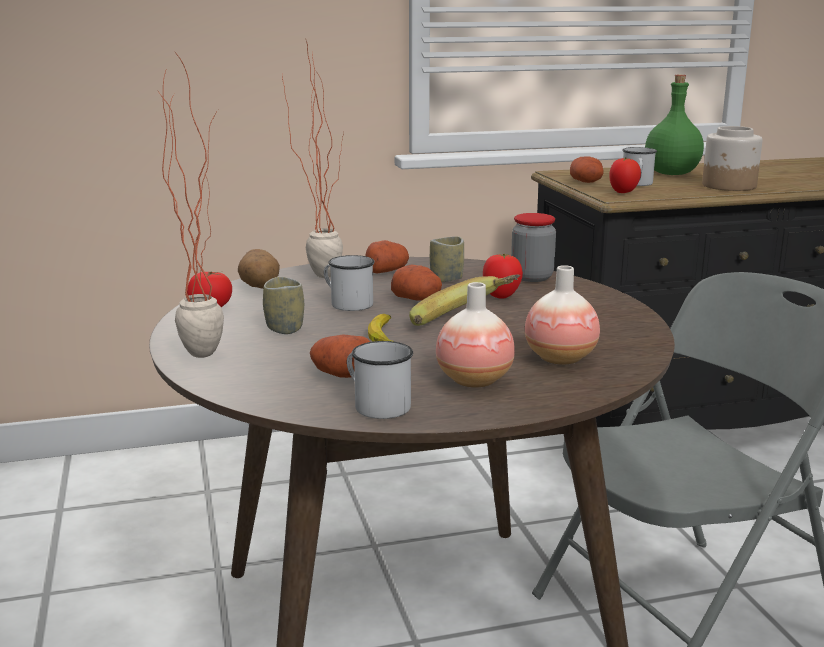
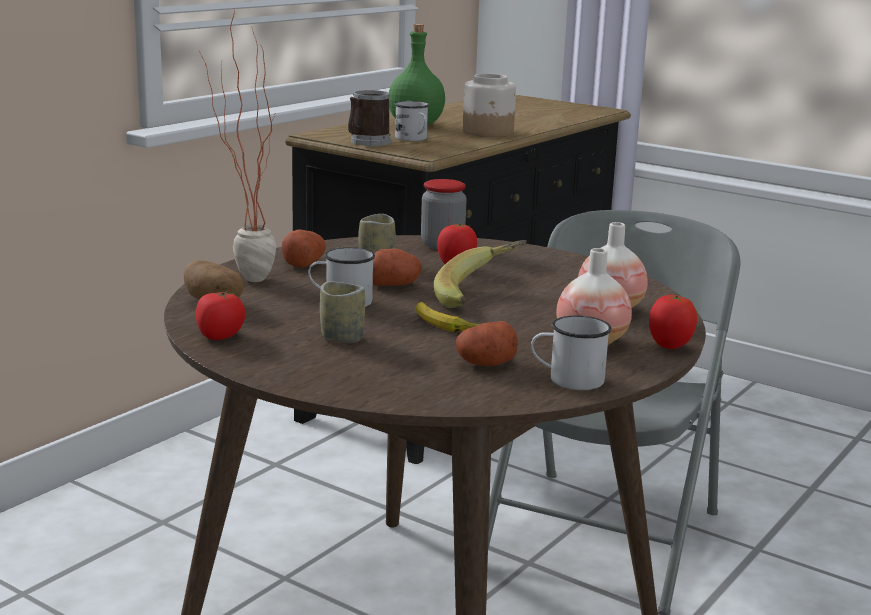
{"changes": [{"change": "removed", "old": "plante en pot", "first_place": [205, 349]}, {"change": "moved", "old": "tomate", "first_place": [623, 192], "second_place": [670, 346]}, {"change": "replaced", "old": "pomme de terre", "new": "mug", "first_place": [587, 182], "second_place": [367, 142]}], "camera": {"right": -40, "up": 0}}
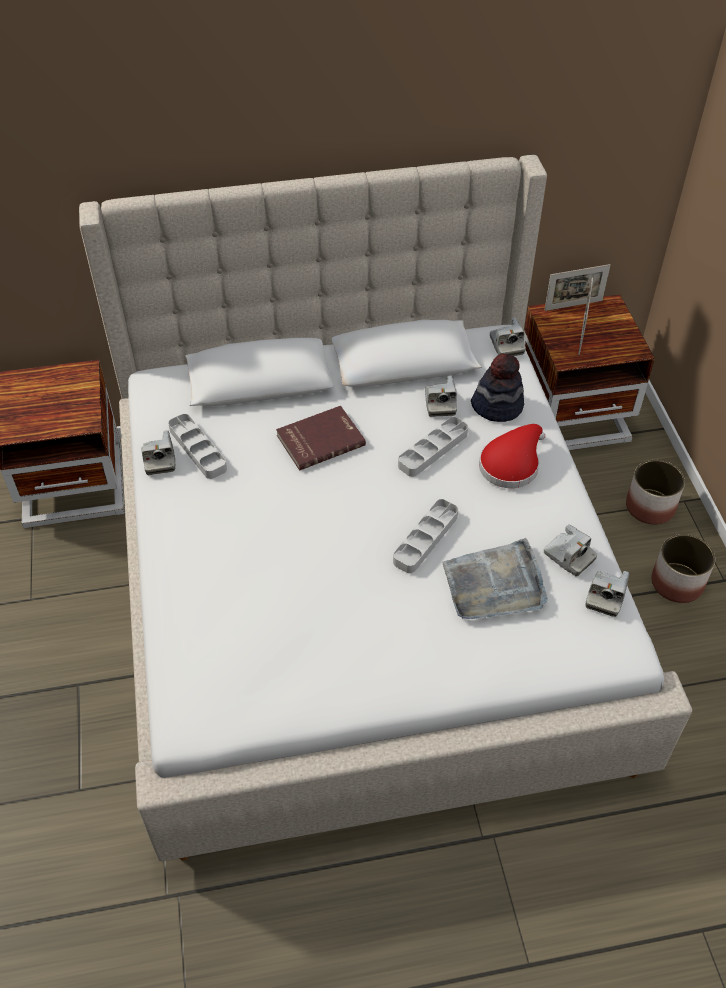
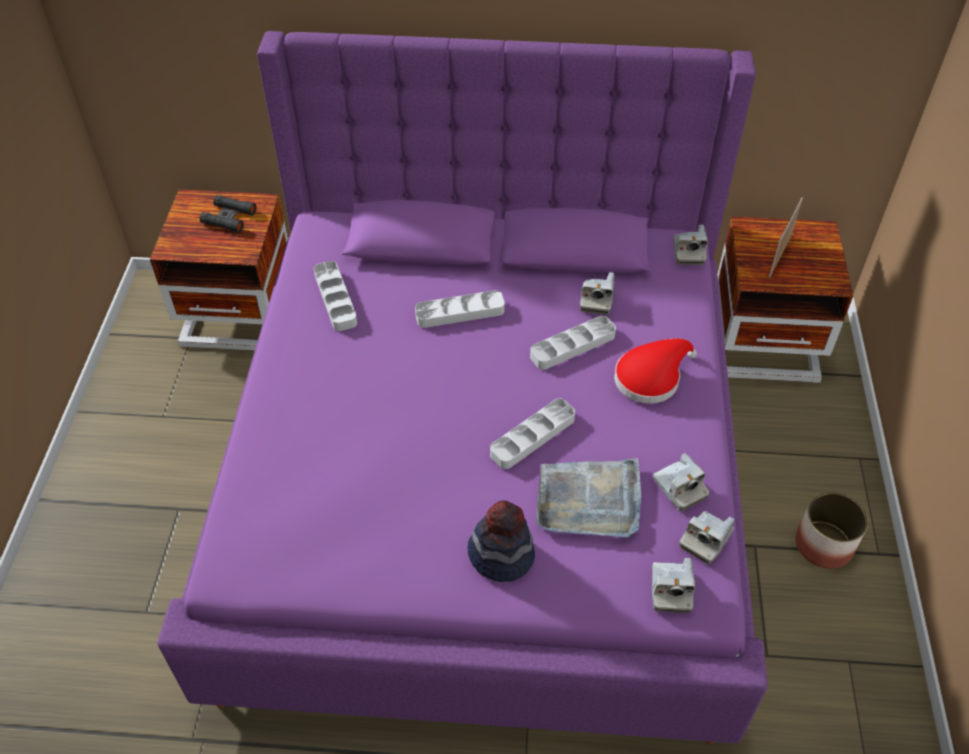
{"changes": [{"change": "removed", "old": "cadre photo", "first_place": [573, 305]}, {"change": "removed", "old": "cache-pot", "first_place": [649, 507]}, {"change": "added", "new": "jumelles (noir)", "second_place": [229, 218]}, {"change": "moved", "old": "appareil photo", "first_place": [159, 459], "second_place": [670, 590]}, {"change": "moved", "old": "chapeau", "first_place": [497, 406], "second_place": [501, 555]}, {"change": "replaced", "old": "livre (rouge)", "new": "plateau (gris)", "first_place": [320, 439], "second_place": [460, 313]}, {"change": "recoloured", "old": "lit (beige)", "new": "lit (violet)", "first_place": [364, 591], "second_place": [486, 479]}], "camera": {"right": 15, "up": 0}}
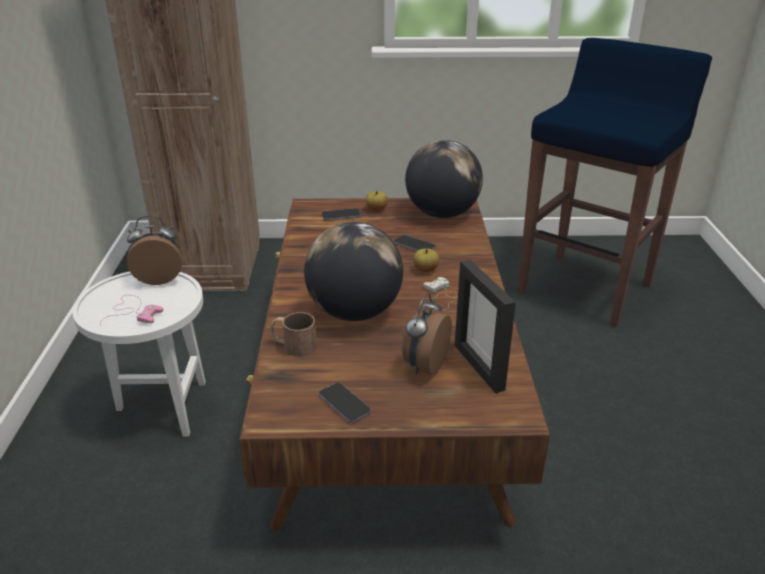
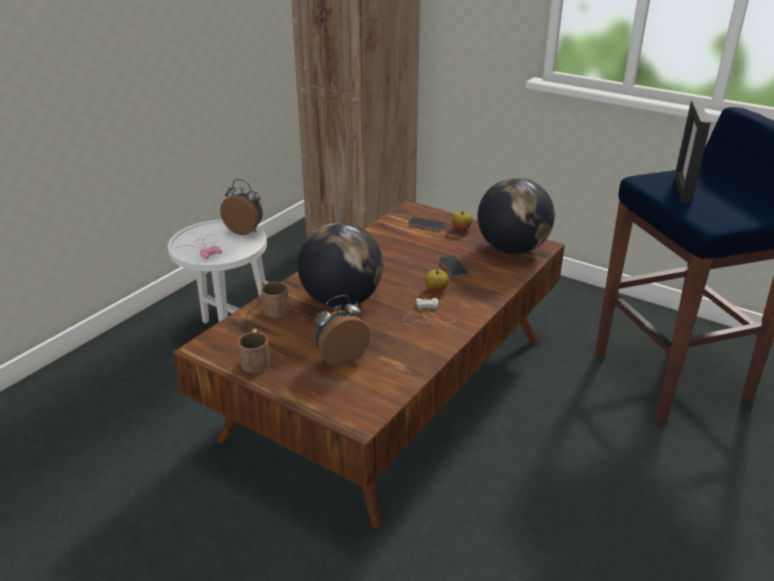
{"changes": [{"change": "moved", "old": "cadre photo", "first_place": [480, 366], "second_place": [684, 189]}, {"change": "replaced", "old": "téléphone", "new": "mug (marron)", "first_place": [344, 404], "second_place": [256, 359]}], "camera": {"right": 35, "up": 0}}
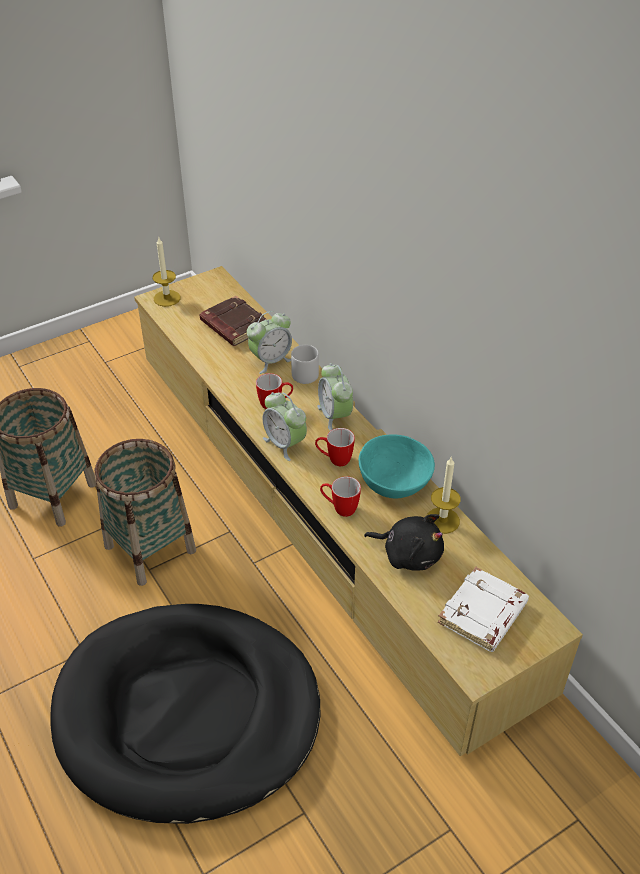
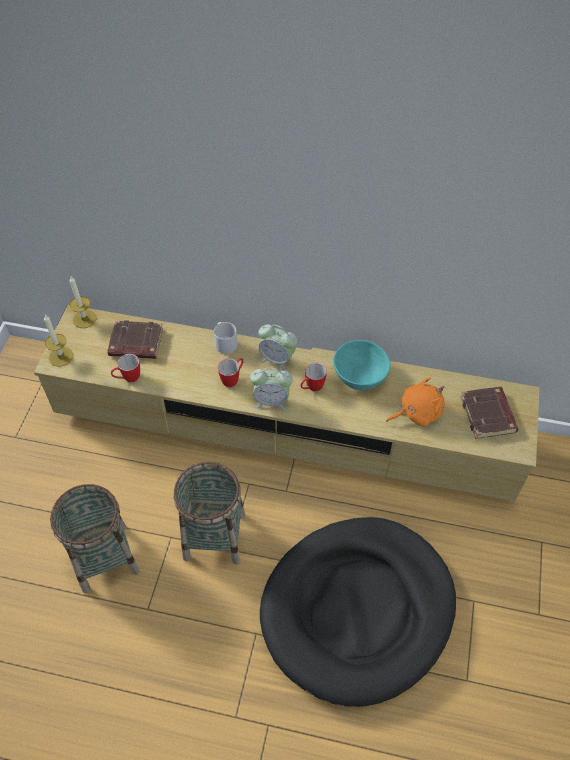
{"changes": [{"change": "removed", "old": "réveil", "first_place": [271, 360]}, {"change": "moved", "old": "mug", "first_place": [339, 508], "second_place": [128, 378]}, {"change": "moved", "old": "bougie", "first_place": [442, 520], "second_place": [84, 319]}, {"change": "recoloured", "old": "peluche (noir)", "new": "peluche (orange)", "first_place": [409, 554], "second_place": [417, 412]}, {"change": "recoloured", "old": "livre (blanc)", "new": "livre (marron)", "first_place": [483, 614], "second_place": [488, 415]}], "camera": {"right": -45, "up": 10}}
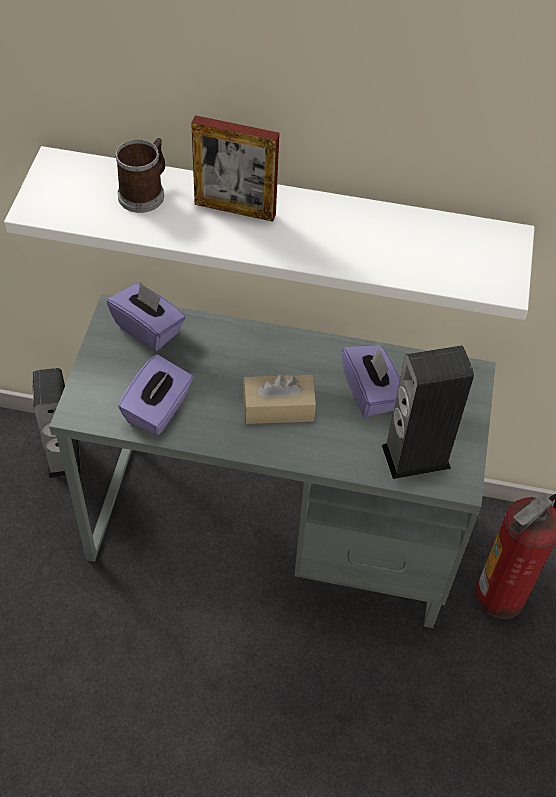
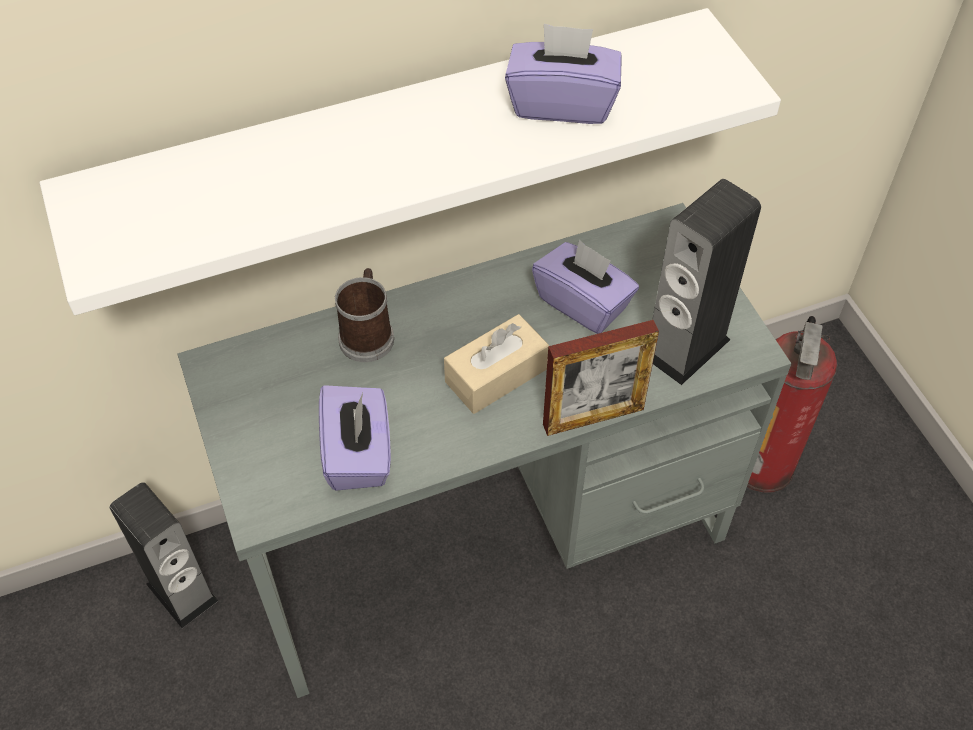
{"changes": [{"change": "moved", "old": "boîte à mouchoirs (violet)", "first_place": [148, 328], "second_place": [562, 103]}, {"change": "moved", "old": "mug", "first_place": [145, 193], "second_place": [367, 334]}, {"change": "moved", "old": "cadre photo", "first_place": [235, 209], "second_place": [593, 417]}], "camera": {"right": -30, "up": 0}}
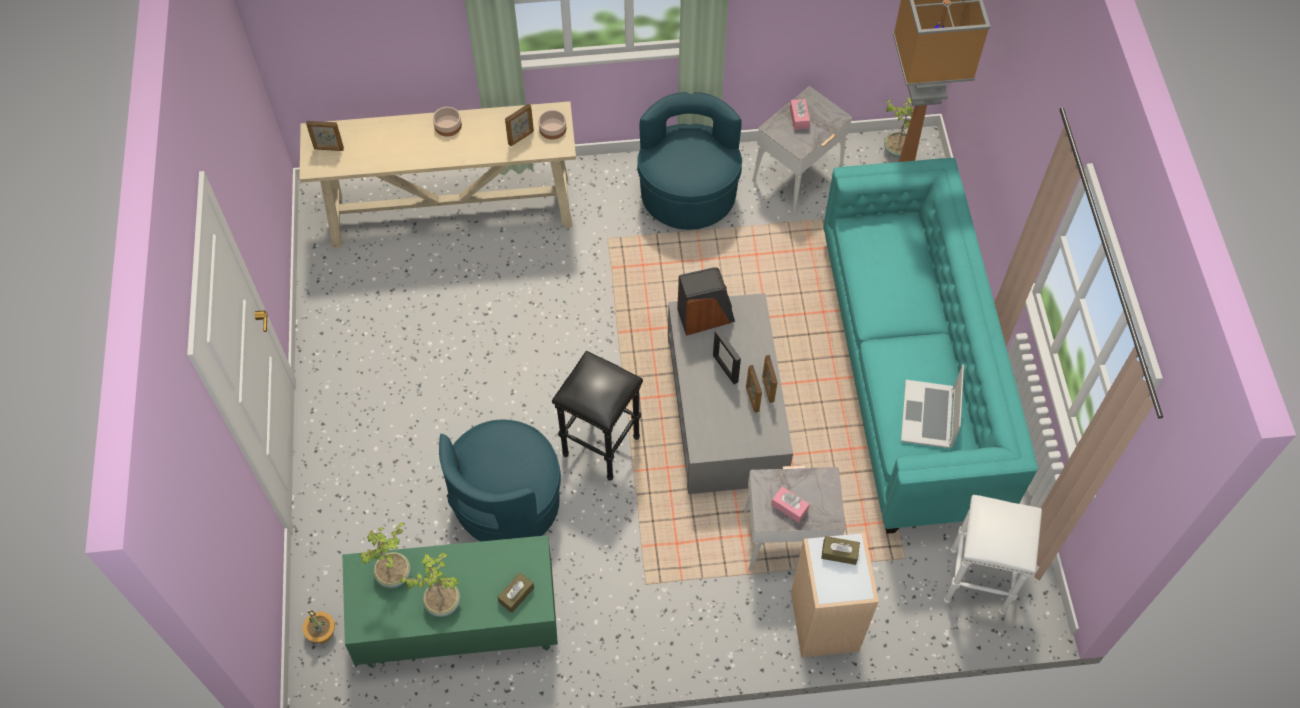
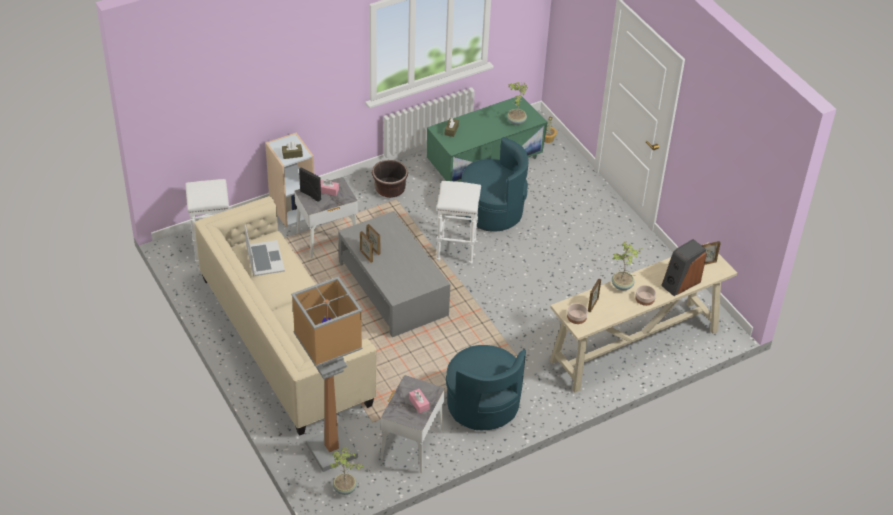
{"changes": [{"change": "added", "new": "cache-pot (marron)", "second_place": [389, 189]}, {"change": "moved", "old": "plante en pot", "first_place": [442, 602], "second_place": [622, 286]}, {"change": "moved", "old": "enceinte", "first_place": [705, 316], "second_place": [680, 283]}, {"change": "moved", "old": "cadre photo", "first_place": [726, 368], "second_place": [310, 195]}, {"change": "recoloured", "old": "tabouret (noir)", "new": "tabouret (blanc)", "first_place": [599, 446], "second_place": [457, 249]}, {"change": "recoloured", "old": "canapé (turquoise)", "new": "canapé (beige)", "first_place": [909, 373], "second_place": [285, 340]}, {"change": "turned", "old": "fauteuil (turquoise)", "first_place": [507, 501], "second_place": [492, 211], "degrees": 75}], "camera": {"right": 155, "up": -15}}
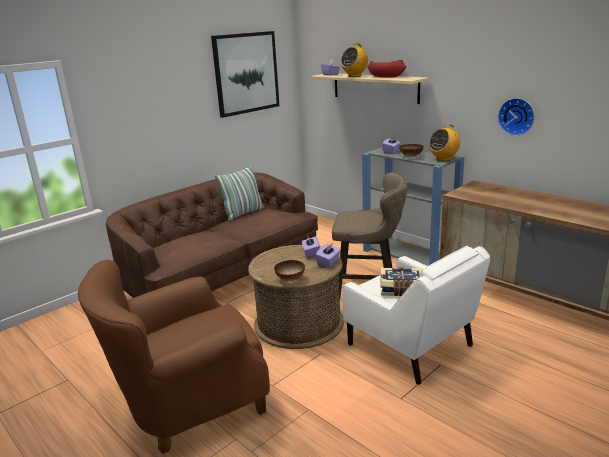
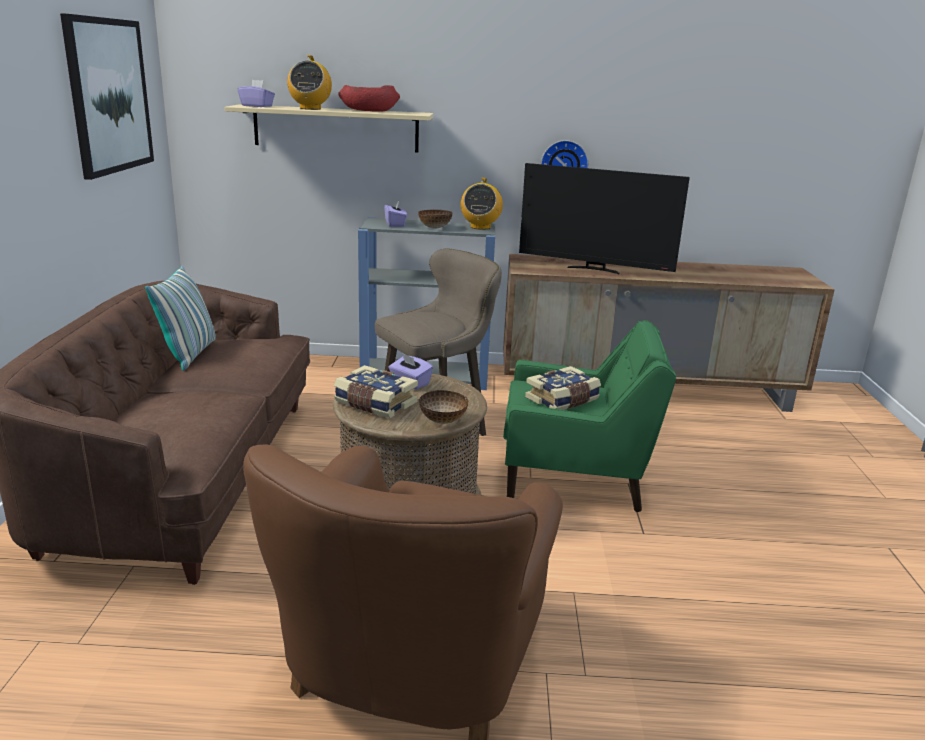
{"changes": [{"change": "removed", "old": "boîte à mouchoirs (violet)", "first_place": [328, 262]}, {"change": "added", "new": "livre", "second_place": [375, 404]}, {"change": "added", "new": "téléviseur", "second_place": [594, 269]}, {"change": "recoloured", "old": "fauteuil (blanc)", "new": "fauteuil (vert)", "first_place": [411, 346], "second_place": [576, 476]}], "camera": {"right": -45, "up": 0}}
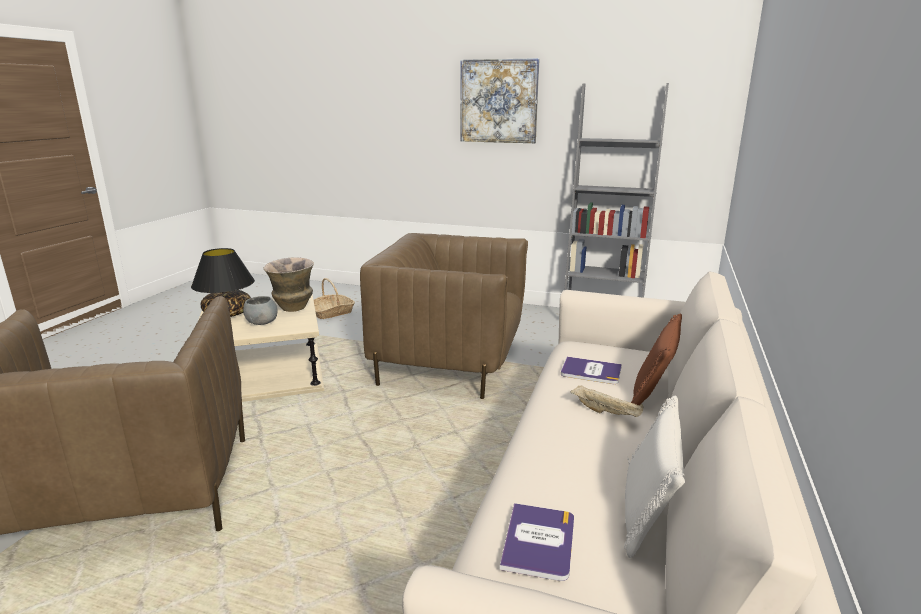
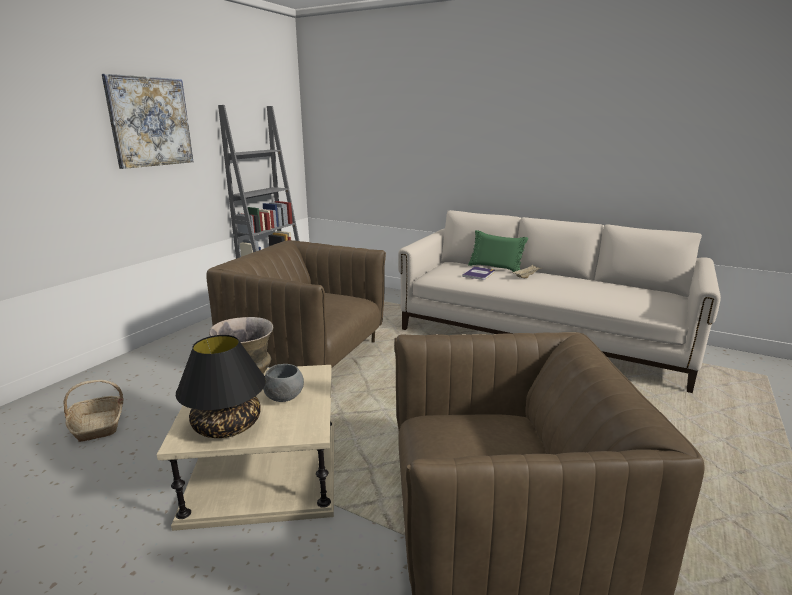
{"changes": [{"change": "removed", "old": "livre", "first_place": [539, 542]}, {"change": "removed", "old": "coussin (blanc)", "first_place": [647, 509]}, {"change": "recoloured", "old": "coussin (marron)", "new": "coussin (vert)", "first_place": [653, 389], "second_place": [495, 268]}, {"change": "turned", "old": "fauteuil (marron)", "first_place": [450, 361], "second_place": [307, 360], "degrees": 90}], "camera": {"right": -80, "up": 0}}
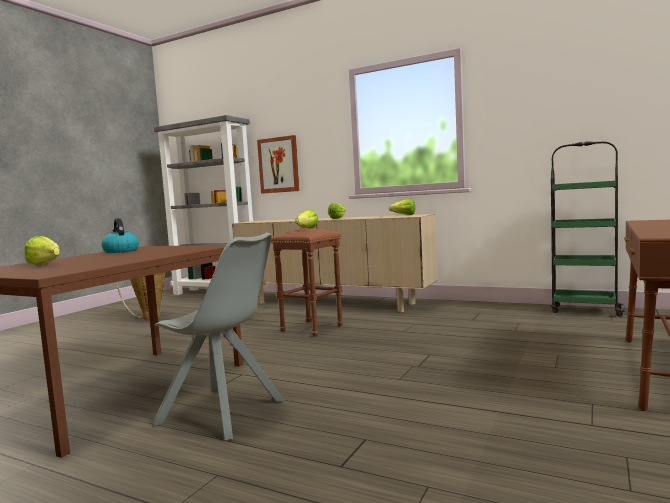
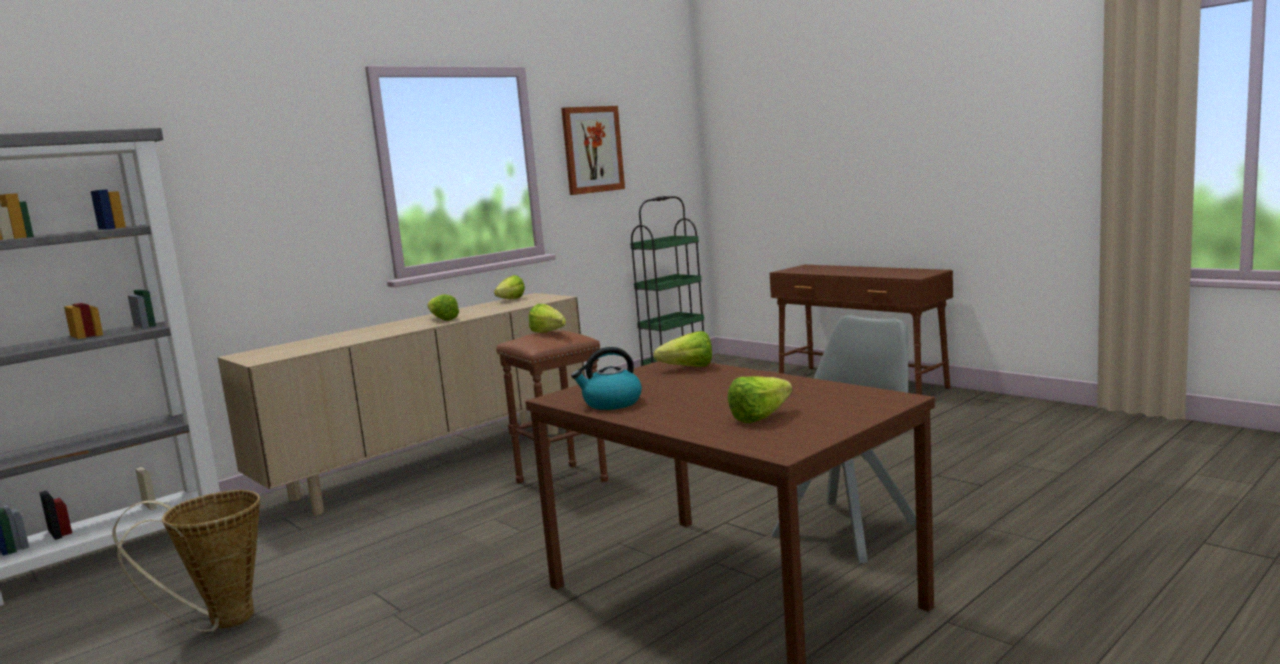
{"changes": [{"change": "added", "new": "laitue", "second_place": [683, 368]}, {"change": "moved", "old": "tableau", "first_place": [278, 165], "second_place": [592, 149]}], "camera": {"right": -70, "up": 5}}
